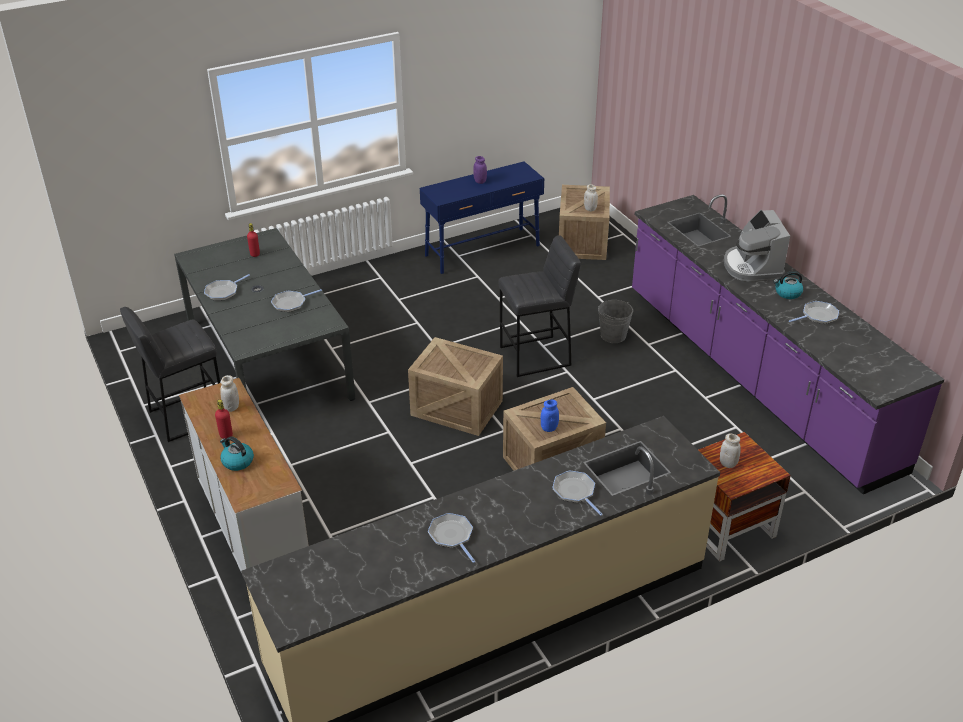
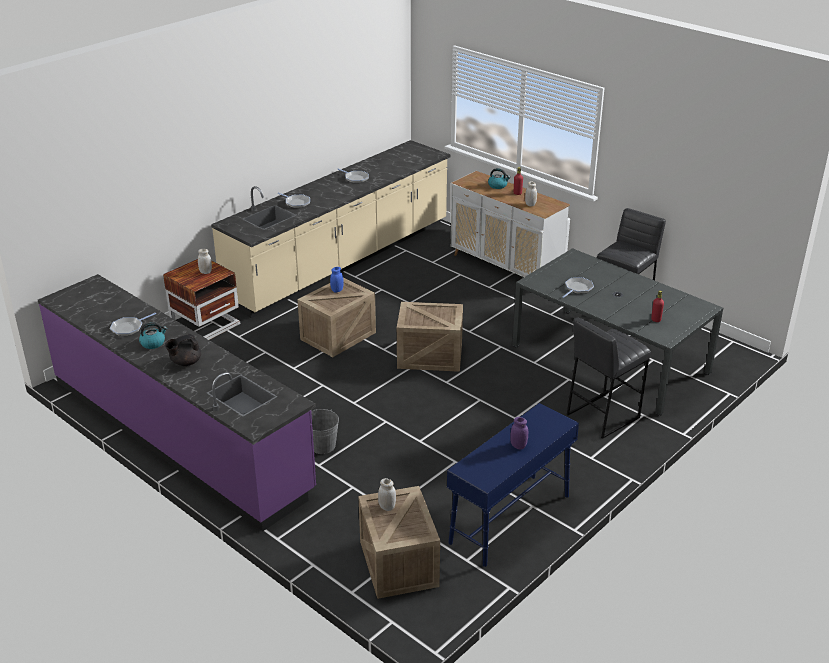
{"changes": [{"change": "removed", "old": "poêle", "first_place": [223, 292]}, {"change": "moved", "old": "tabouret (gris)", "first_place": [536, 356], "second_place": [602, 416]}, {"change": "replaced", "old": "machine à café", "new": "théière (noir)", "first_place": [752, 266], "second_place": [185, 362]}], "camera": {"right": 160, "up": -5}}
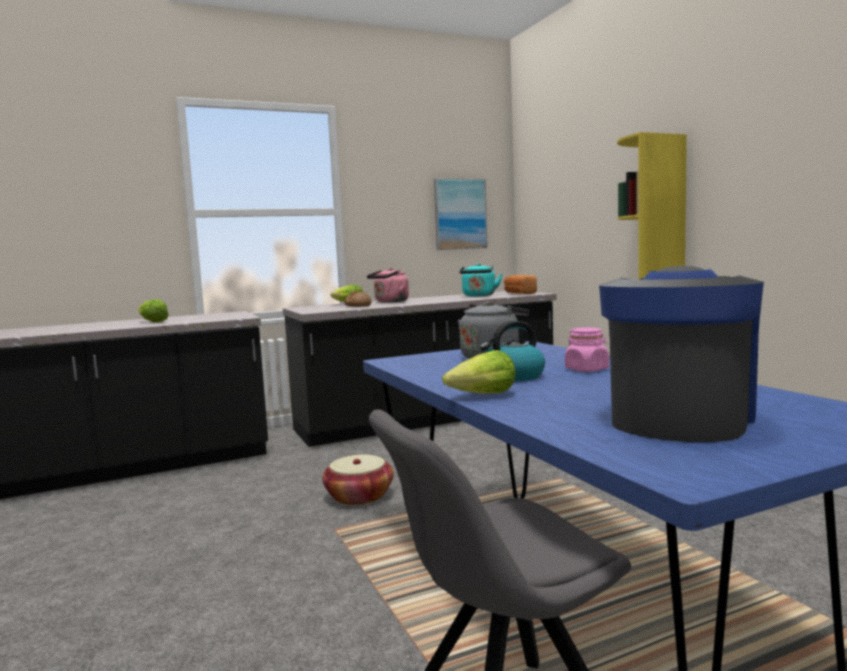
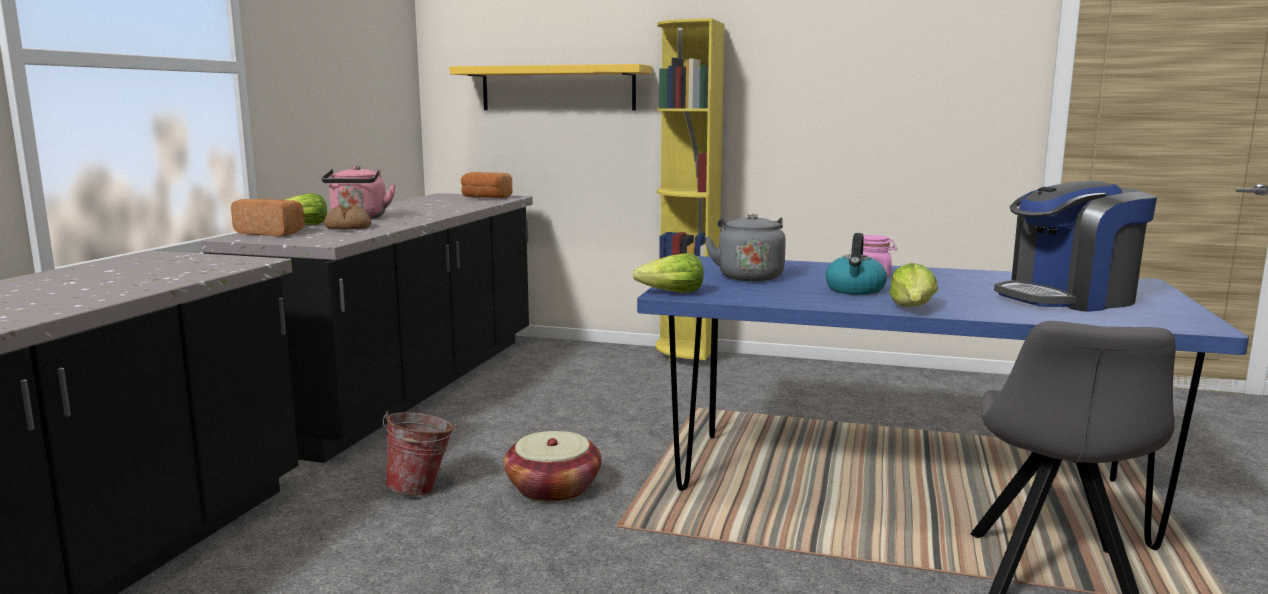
{"changes": [{"change": "removed", "old": "tableau", "first_place": [460, 214]}, {"change": "removed", "old": "bouilloire (turquoise)", "first_place": [479, 296]}, {"change": "added", "new": "pain", "second_place": [272, 233]}, {"change": "added", "new": "seau", "second_place": [422, 489]}, {"change": "added", "new": "étagère (jaune)", "second_place": [558, 88]}, {"change": "moved", "old": "laitue", "first_place": [152, 322], "second_place": [672, 293]}, {"change": "turned", "old": "machine à café", "first_place": [679, 418], "second_place": [1068, 298], "degrees": -90}], "camera": {"right": -50, "up": 5}}
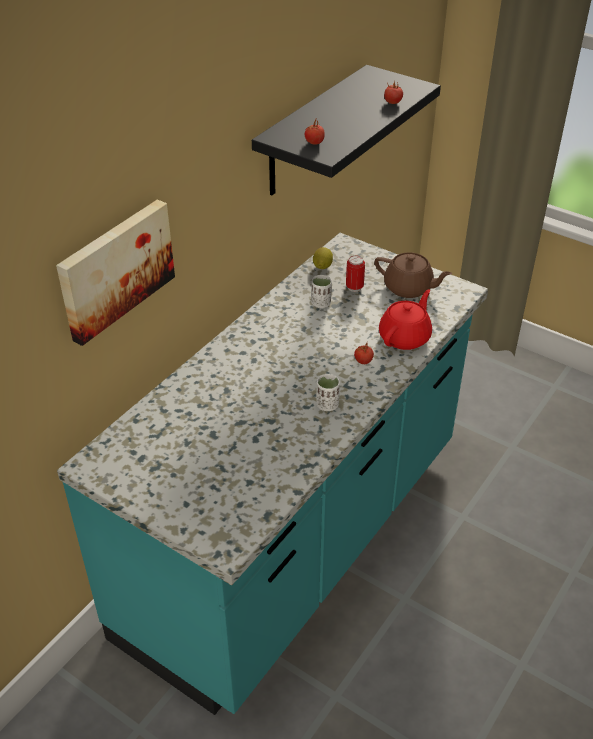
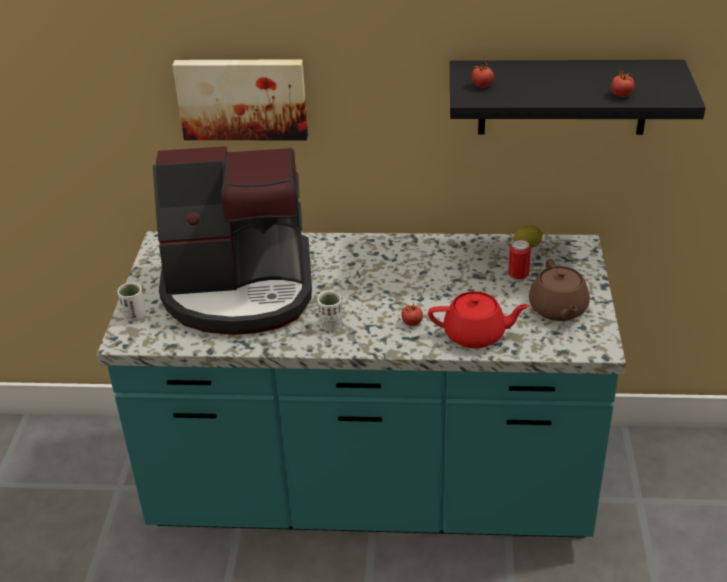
{"changes": [{"change": "added", "new": "machine à café", "second_place": [240, 289]}, {"change": "moved", "old": "tasse (blanc)", "first_place": [321, 303], "second_place": [134, 316]}], "camera": {"right": 60, "up": -5}}
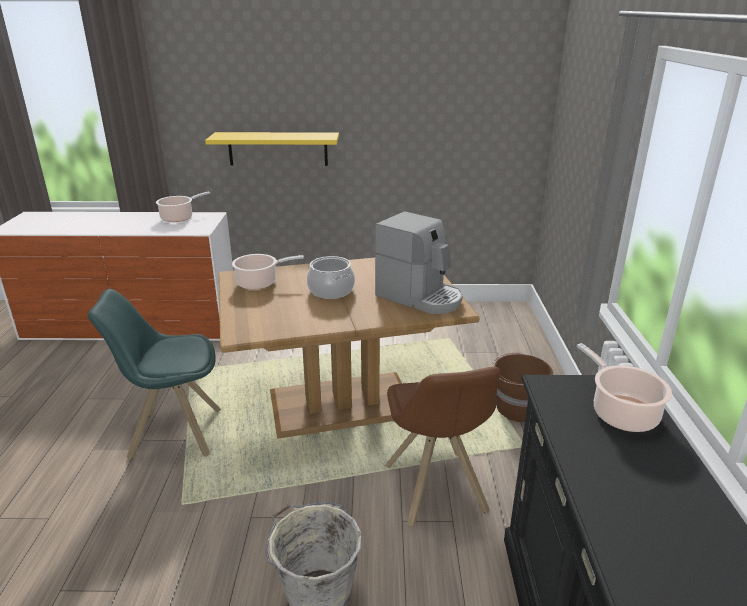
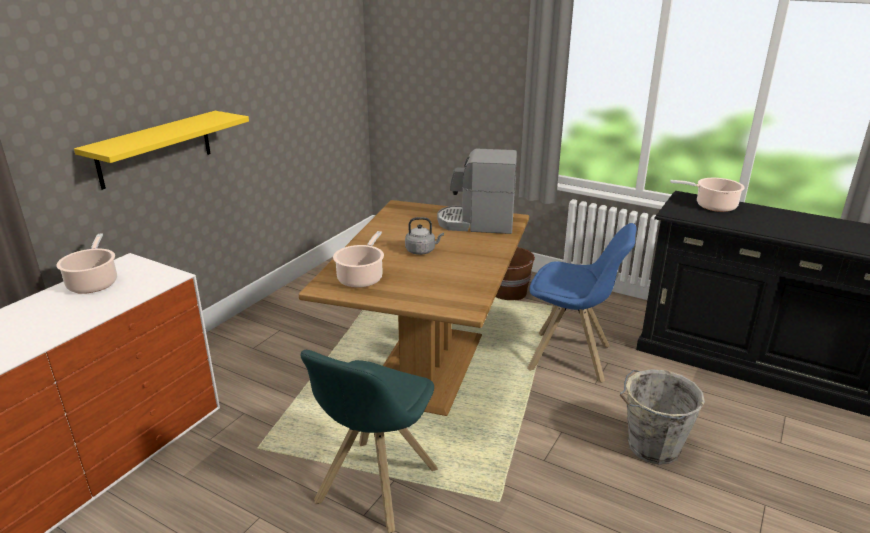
{"changes": [{"change": "replaced", "old": "marmite", "new": "bouilloire (gris)", "first_place": [331, 290], "second_place": [422, 251]}, {"change": "recoloured", "old": "chaise (marron)", "new": "chaise (bleu)", "first_place": [435, 488], "second_place": [570, 357]}, {"change": "turned", "old": "machine à café", "first_place": [420, 297], "second_place": [476, 223], "degrees": -150}], "camera": {"right": -60, "up": 0}}
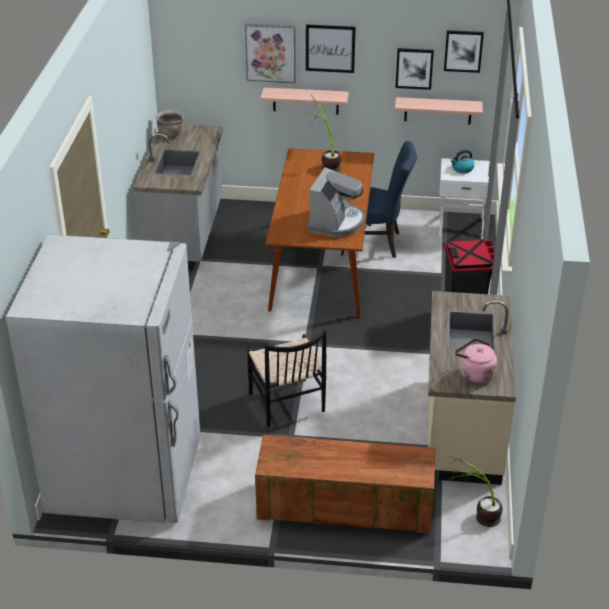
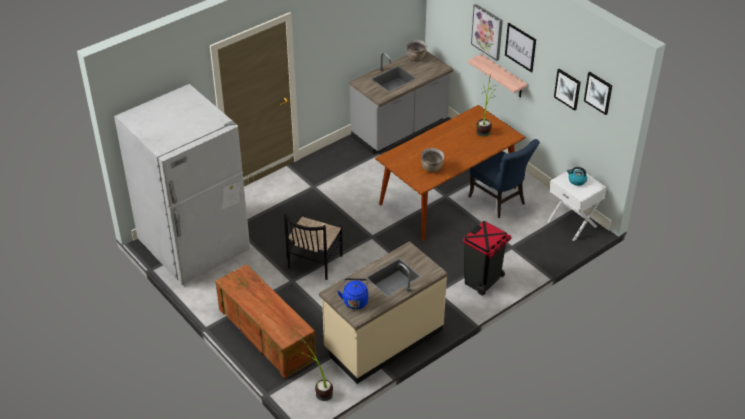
{"changes": [{"change": "removed", "old": "étagère", "first_place": [438, 110]}, {"change": "replaced", "old": "machine à café", "new": "marmite (marron)", "first_place": [336, 222], "second_place": [432, 168]}, {"change": "recoloured", "old": "bouilloire (rose)", "new": "bouilloire (bleu)", "first_place": [474, 374], "second_place": [355, 301]}], "camera": {"right": 45, "up": 5}}
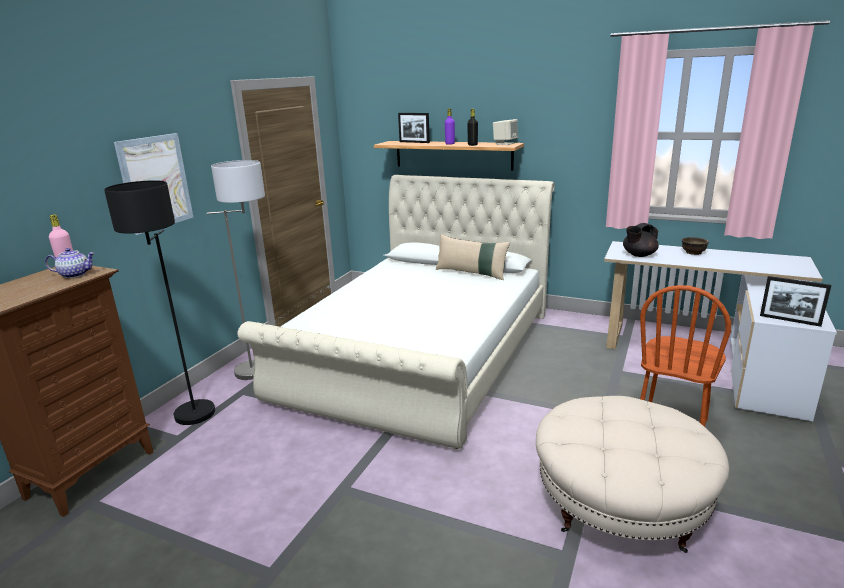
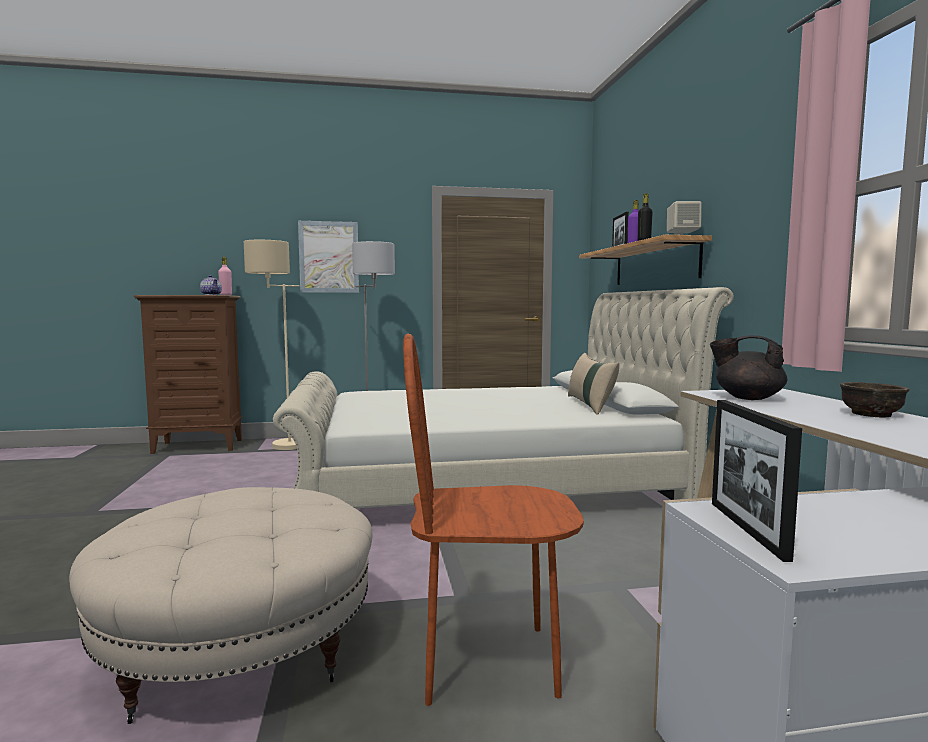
{"changes": [{"change": "recoloured", "old": "lampadaire (noir)", "new": "lampadaire (beige)", "first_place": [191, 420], "second_place": [279, 447]}], "camera": {"right": 55, "up": -15}}
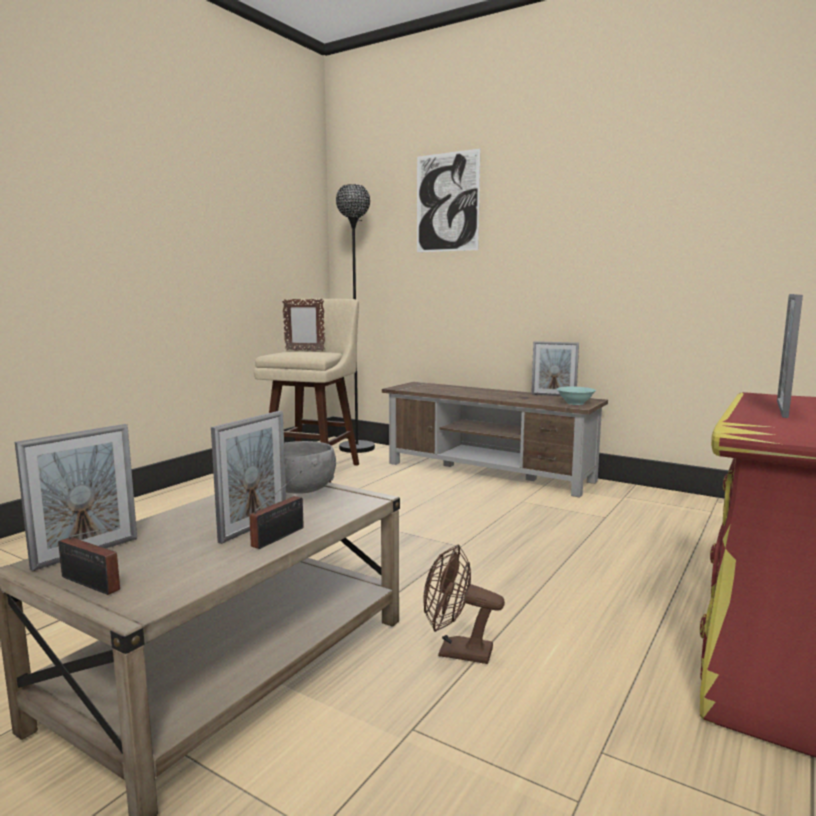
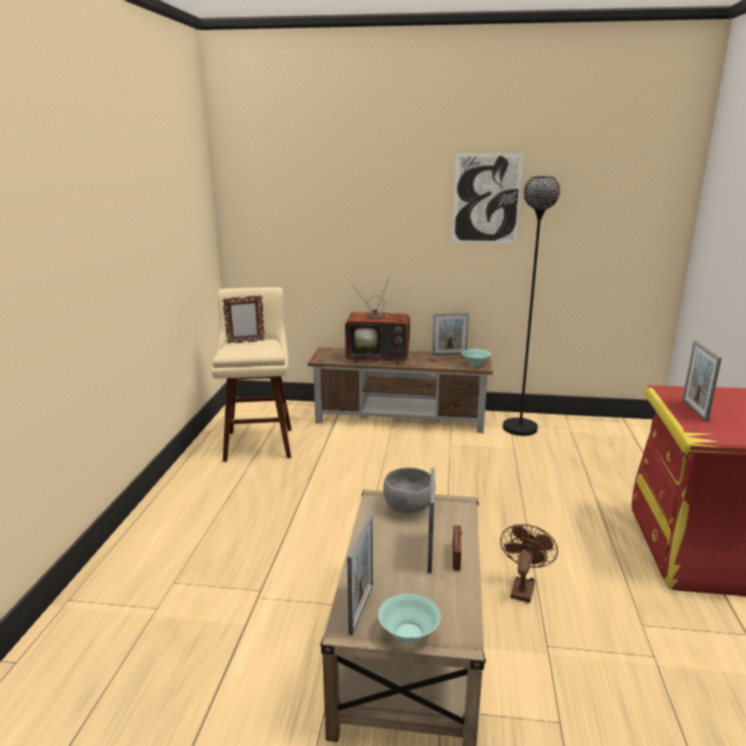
{"changes": [{"change": "added", "new": "téléviseur", "second_place": [380, 358]}, {"change": "moved", "old": "lampadaire (noir)", "first_place": [357, 448], "second_place": [519, 428]}, {"change": "moved", "old": "tableau", "first_place": [447, 202], "second_place": [486, 199]}, {"change": "replaced", "old": "radio", "new": "bol (turquoise)", "first_place": [92, 585], "second_place": [409, 632]}, {"change": "turned", "old": "ventilateur (marron)", "first_place": [456, 652], "second_place": [523, 587], "degrees": 120}], "camera": {"right": -25, "up": 10}}
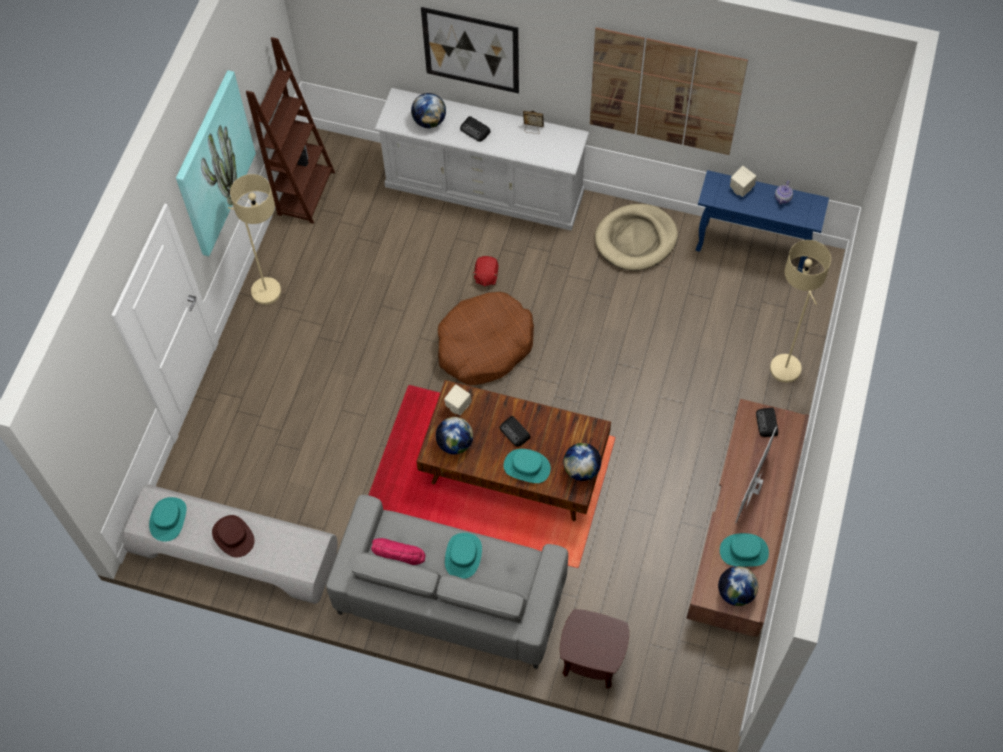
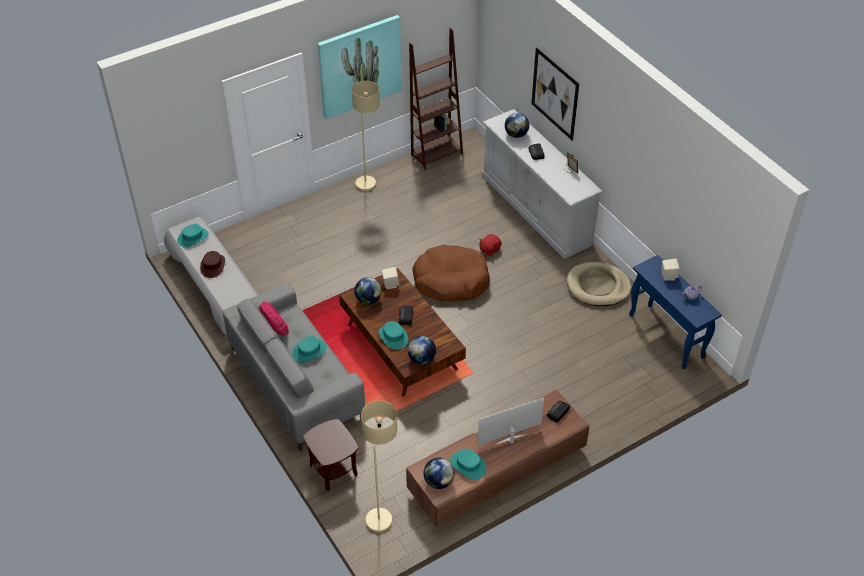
{"changes": [{"change": "removed", "old": "tableau", "first_place": [665, 92]}, {"change": "moved", "old": "lampadaire (beige)", "first_place": [781, 361], "second_place": [382, 514]}], "camera": {"right": 40, "up": -15}}
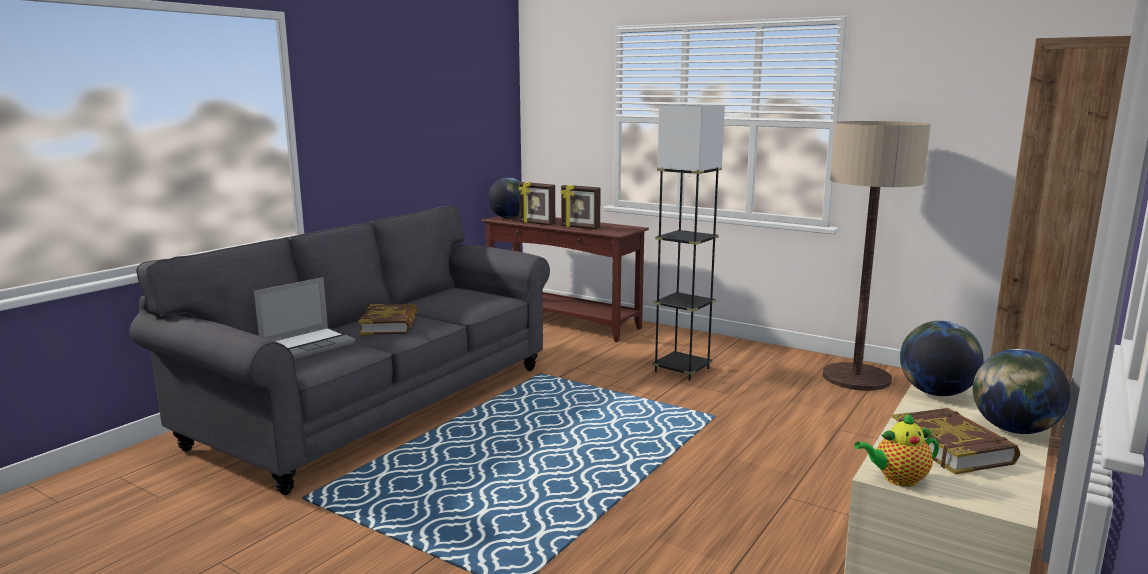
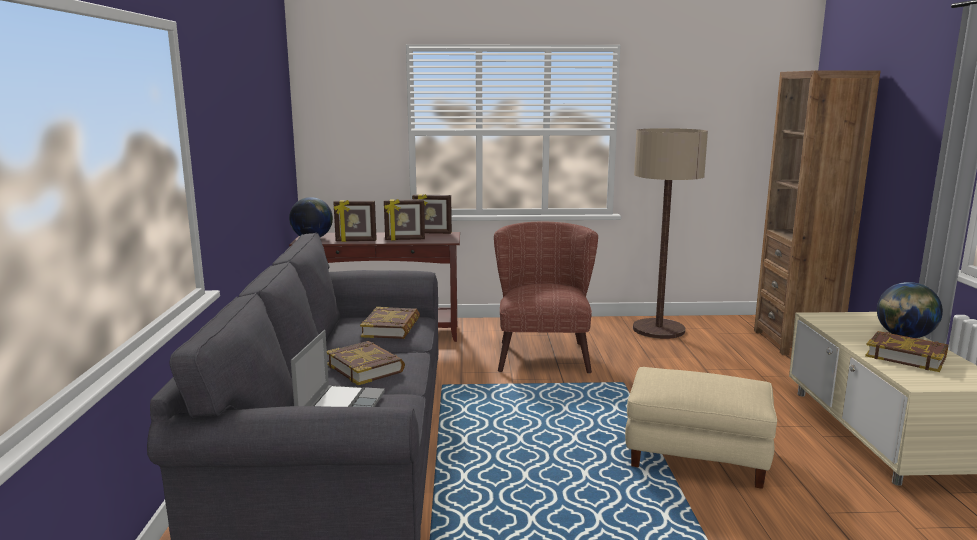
{"changes": [{"change": "removed", "old": "théière", "first_place": [897, 479]}, {"change": "removed", "old": "globe", "first_place": [936, 393]}, {"change": "added", "new": "livre", "second_place": [391, 328]}, {"change": "added", "new": "cadre photo", "second_place": [432, 233]}, {"change": "added", "new": "pouf (beige)", "second_place": [697, 454]}, {"change": "replaced", "old": "lampadaire (gris)", "new": "fauteuil (marron)", "first_place": [682, 370], "second_place": [543, 352]}], "camera": {"right": -35, "up": 0}}
